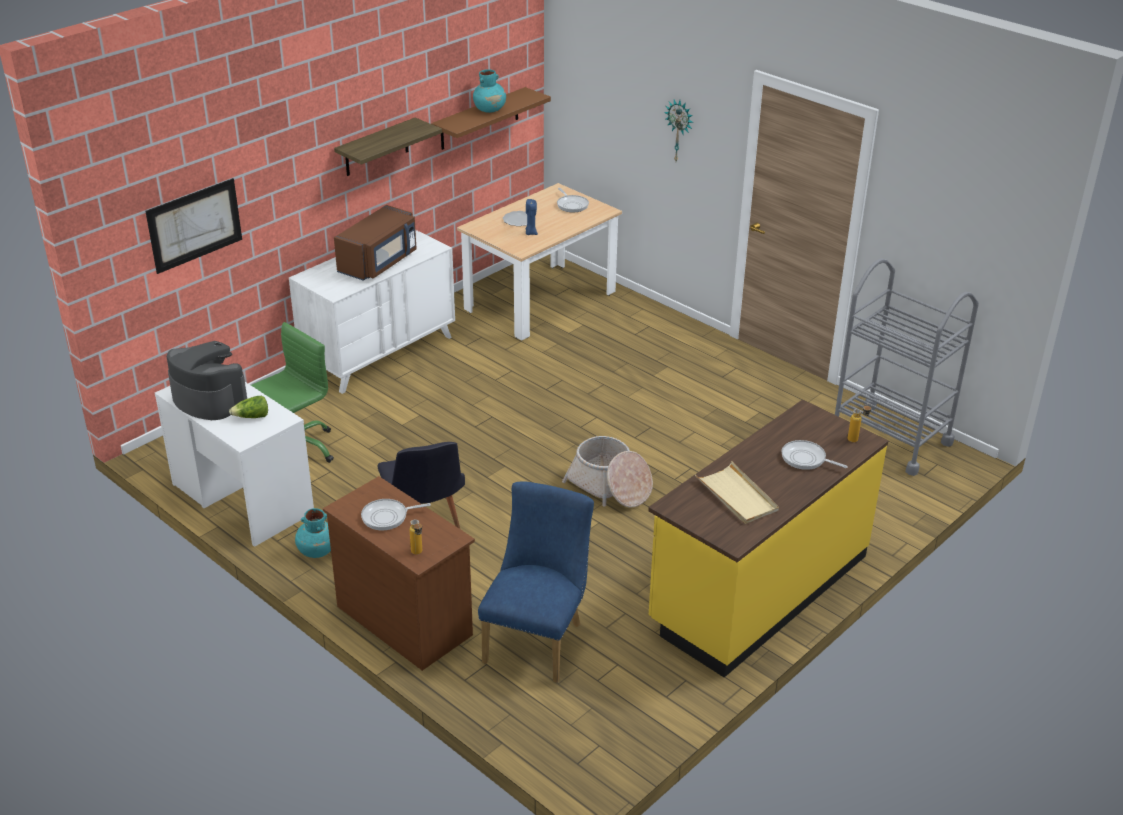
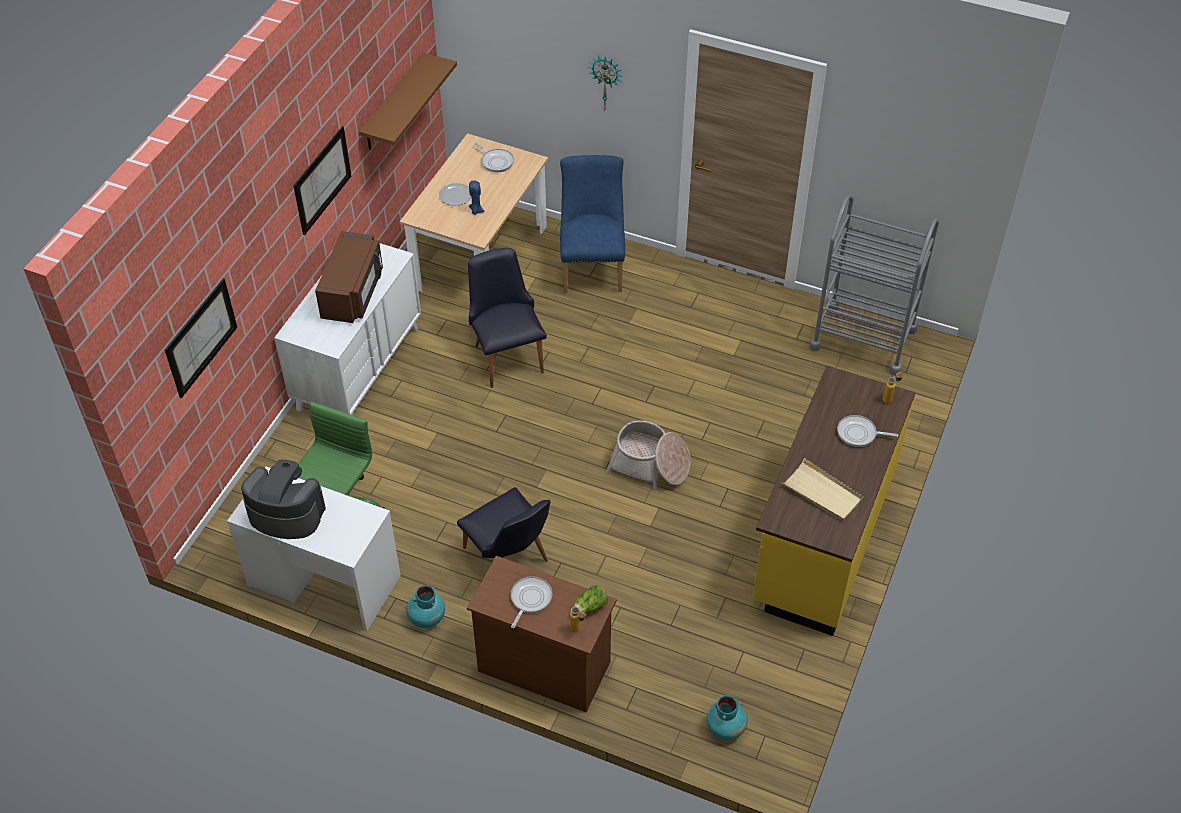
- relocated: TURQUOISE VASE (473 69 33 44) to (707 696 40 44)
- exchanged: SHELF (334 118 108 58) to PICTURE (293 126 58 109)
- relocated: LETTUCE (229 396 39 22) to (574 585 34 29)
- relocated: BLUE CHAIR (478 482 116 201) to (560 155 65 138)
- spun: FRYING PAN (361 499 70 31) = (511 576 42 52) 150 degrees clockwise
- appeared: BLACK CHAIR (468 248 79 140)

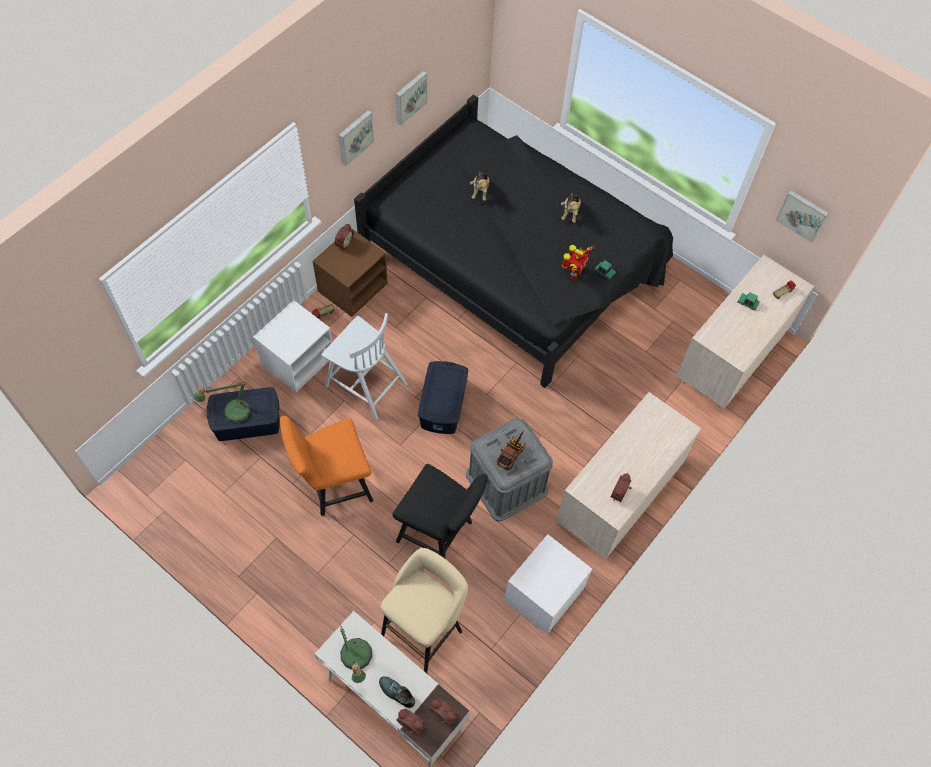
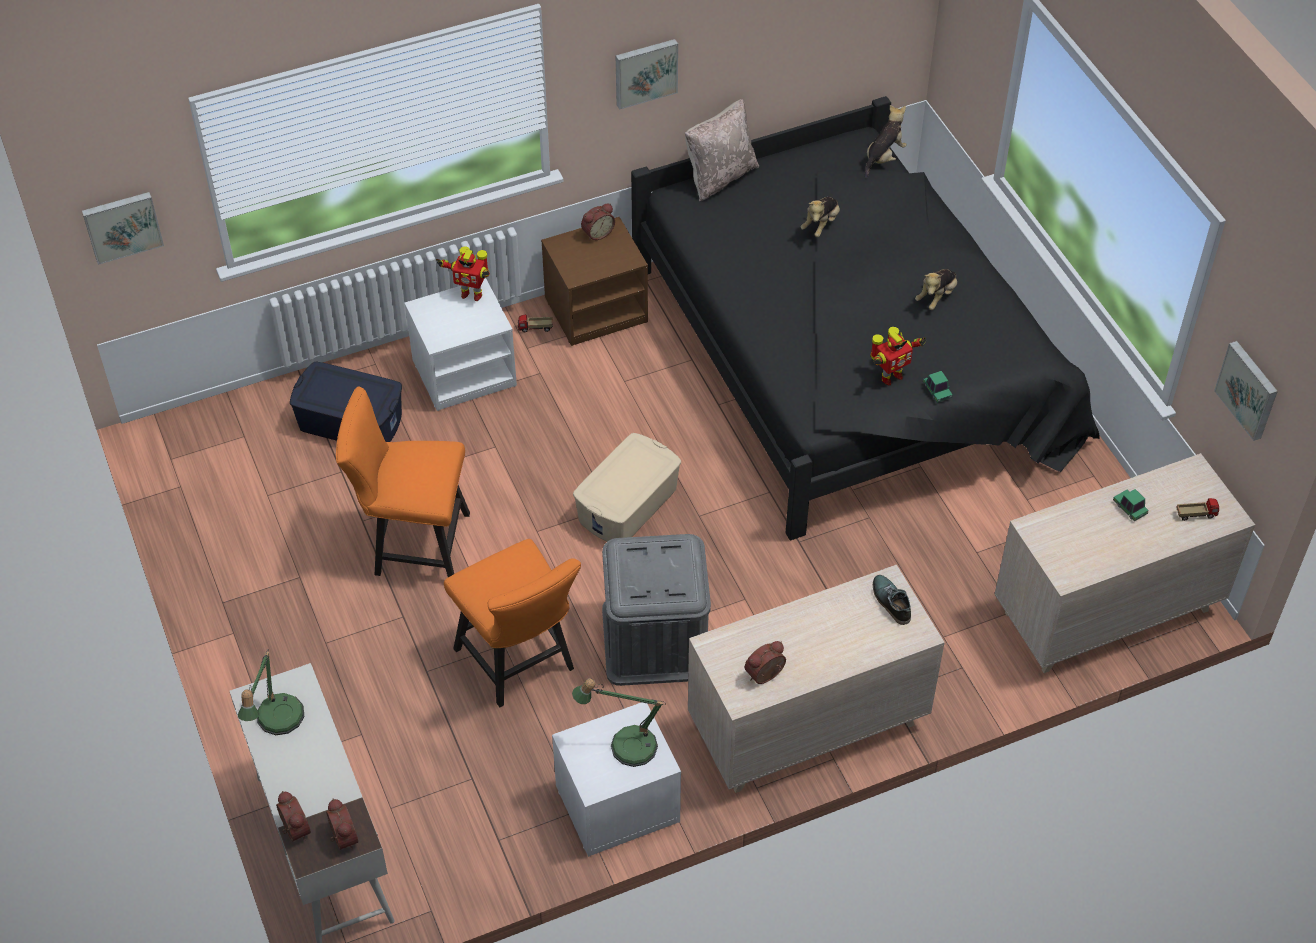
- relocated: PICTURE (396 71 31 55) to (82 192 82 73)
- missing: WHITE CHAIR (322 313 86 107)
- colour: BLUE STORAGE BOX (418 361 50 73) to BEIGE STORAGE BOX (573 433 108 109)
- relocated: TABLE LAMP (193 382 58 41) to (572 679 94 88)
- missing: TOY TRUCK (497 431 29 40)
- colour: BLACK CHAIR (392 464 96 95) to ORANGE CHAIR (444 539 137 168)
- missing: BEIGE STOOL (381 548 87 125)
- relocated: SHOE (379 676 36 32) to (873 575 38 50)
- appeared: BEIGE PILLOW (685 99 74 102)
- appeared: PLUSH TOY (865 105 42 73)
- appeared: TOY ROBOT (436 246 54 55)

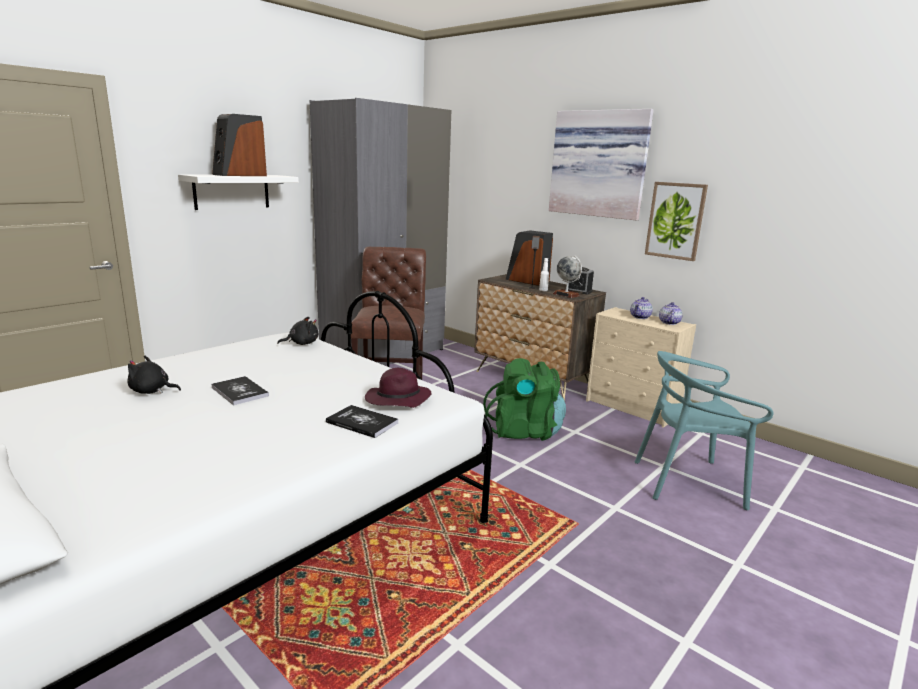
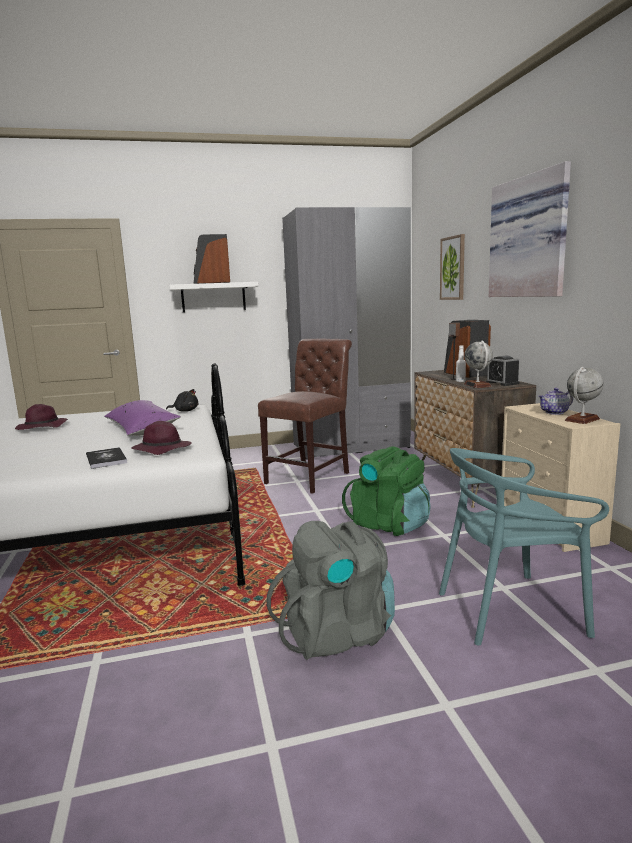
- relocated: PICTURE (645 182 63 79) to (440 234 25 66)
- exchanged: TEAPOT (659 302 24 23) to GLOBE (564 367 40 57)
- spun: TURQUOISE CHAIR (635 351 138 159) = (439 448 170 197) 45 degrees counterclockwise
- exchanged: BLACK PLUSH TOY (127 355 54 39) to PURPLE HAT (15 404 53 26)
- missing: BOOK (211 376 58 29)
- appeared: PURPLE PILLOW (104 400 77 36)
- appeared: GREY BACKPACK (267 521 128 139)

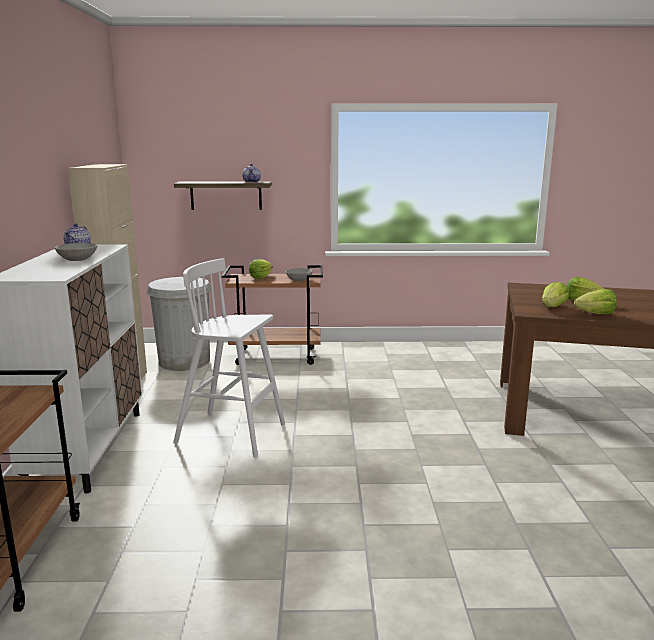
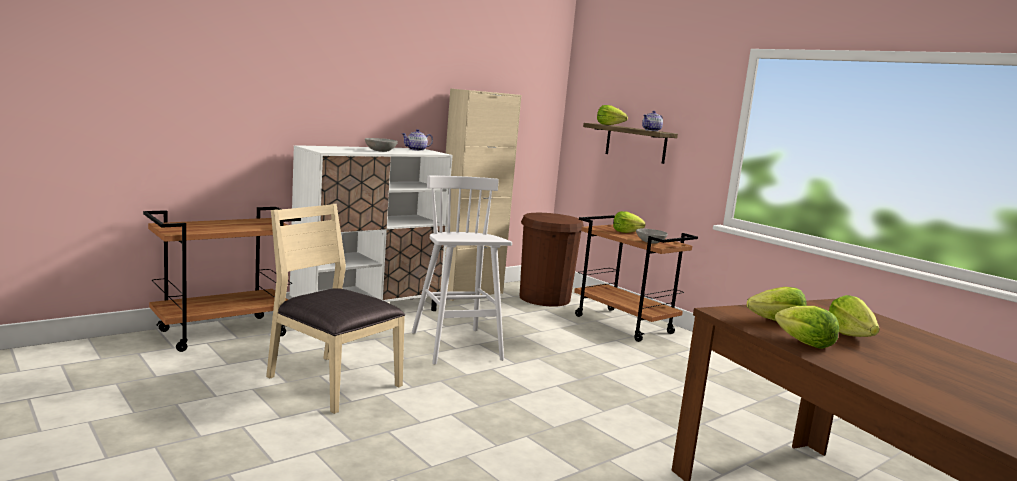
- colour: WHITE TRASH CAN (147 277 64 94) to BROWN TRASH CAN (520 213 64 94)
- appeared: LETTUCE (597 105 31 20)
- appeared: BEIGE CHAIR (266 204 139 210)

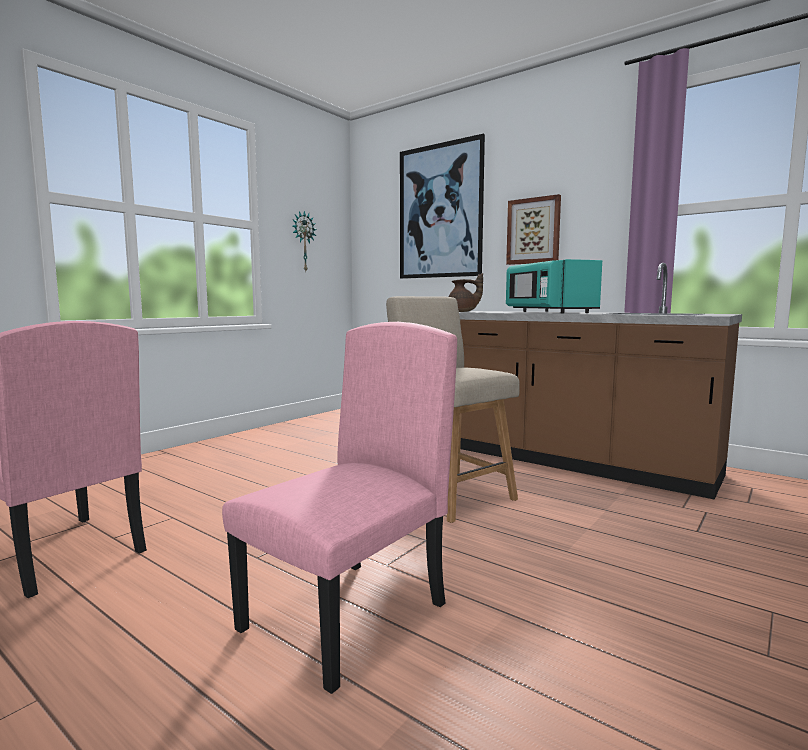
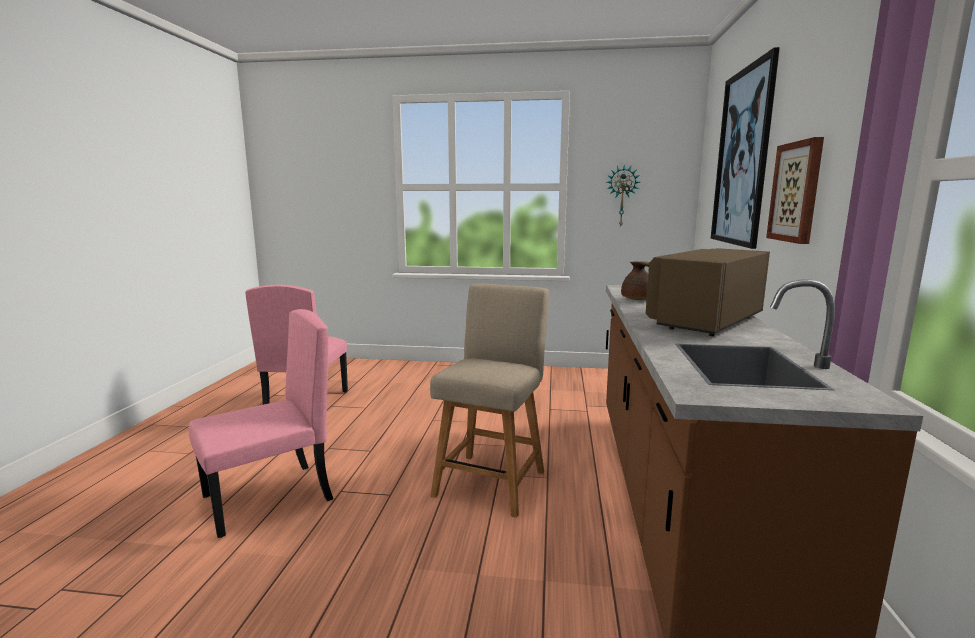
- colour: TURQUOISE MICROWAVE (506 259 96 54) to BROWN MICROWAVE (646 248 124 88)
- spun: PINK CHAIR (222 322 235 372) = (189 309 144 229) 45 degrees counterclockwise

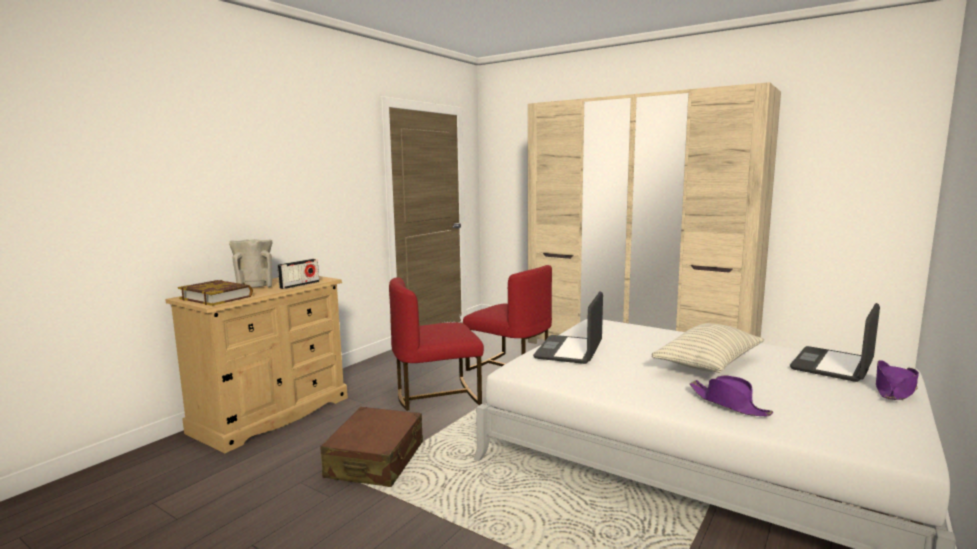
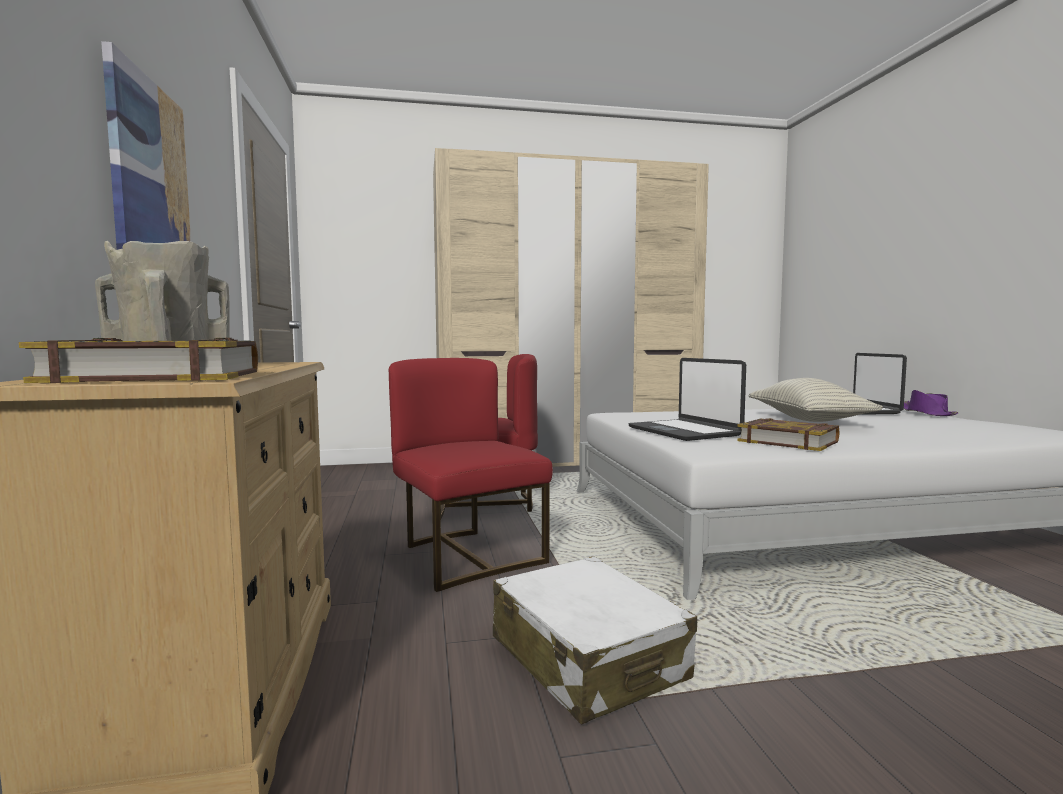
- missing: RADIO (277 259 42 30)
- spun: RED CHAIR (389 277 95 134) = (389 358 164 234) 120 degrees clockwise
- missing: PURPLE HAT (690 375 83 41)
- colour: BROWN SUITCASE (320 407 103 80) to WHITE SUITCASE (493 556 204 168)
- appeared: PICTURE (101 41 90 209)
- appeared: BOOK (737 418 103 33)

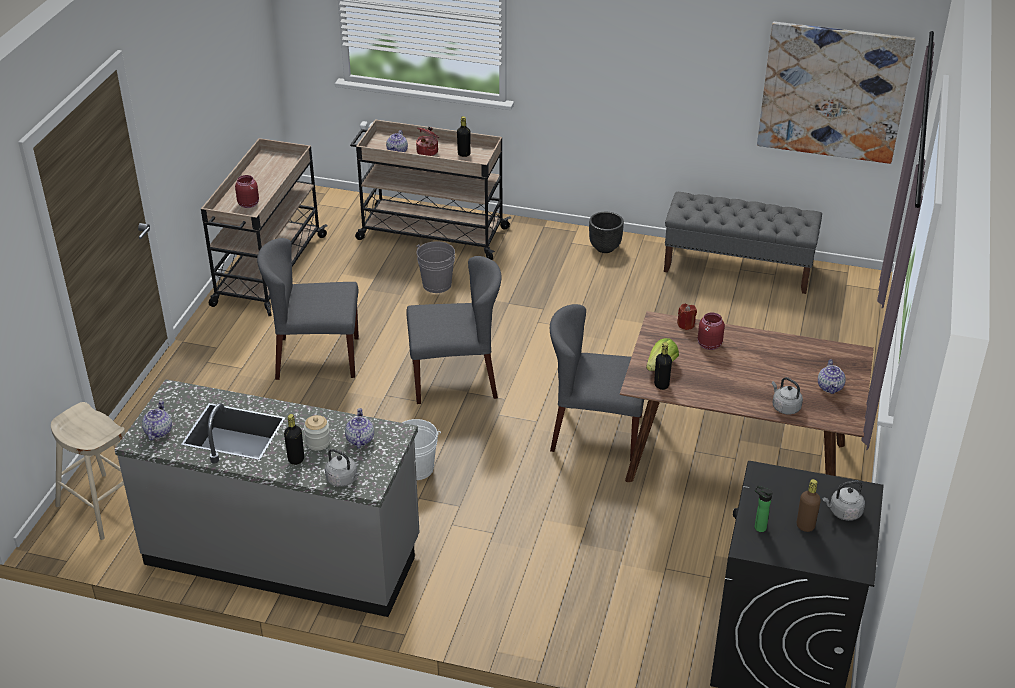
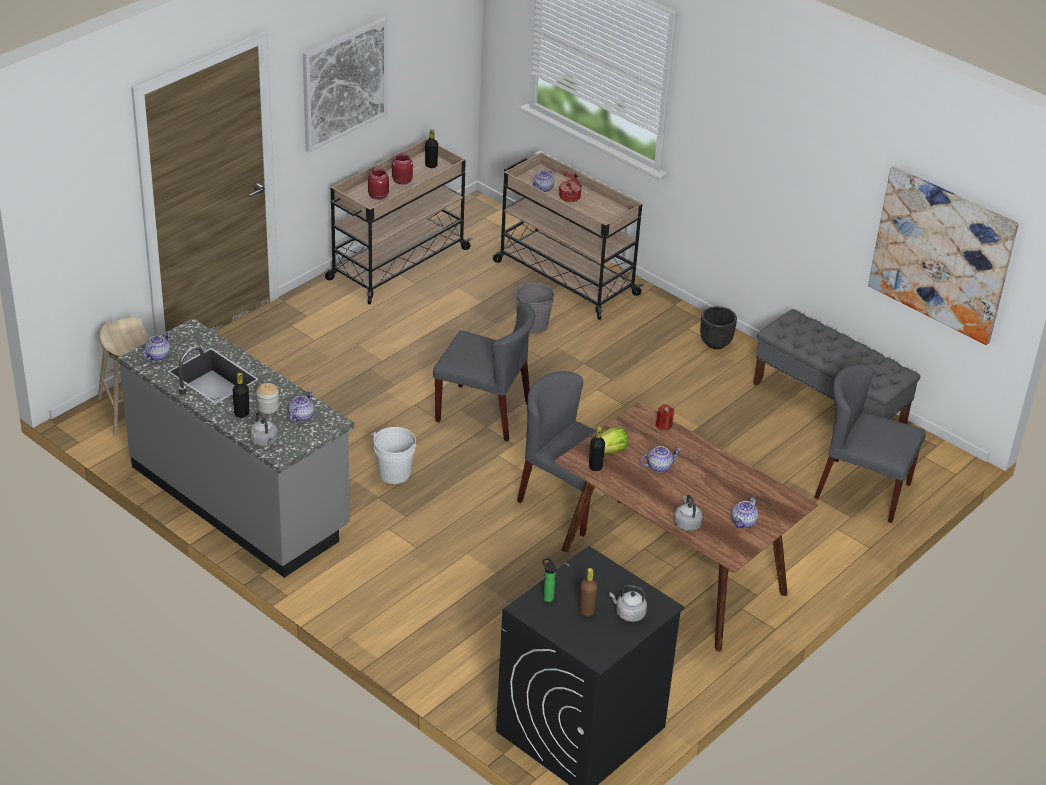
- relocated: BLACK BOTTLE (457 116 14 41) to (425 129 13 39)
- relocated: GREY CHAIR (257 238 102 142) to (814 364 112 159)
- relocated: RED JAR (698 312 27 38) to (392 154 21 31)
- appeared: PICTURE (303 17 84 136)
- appeared: TEAPOT (640 446 41 27)

